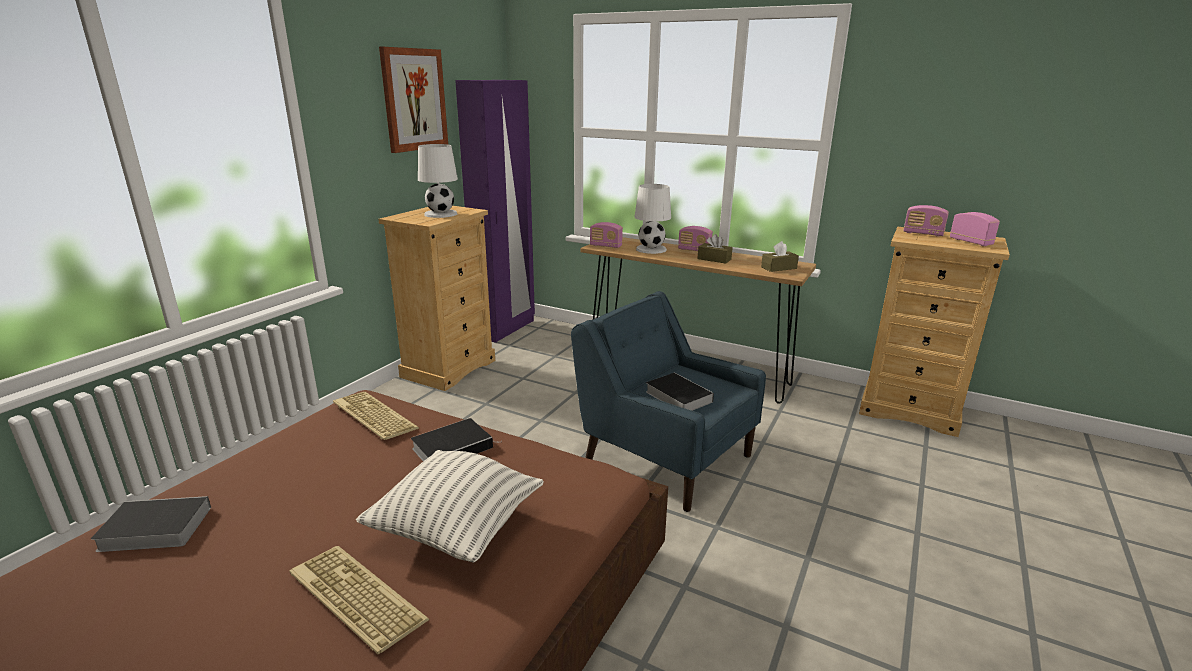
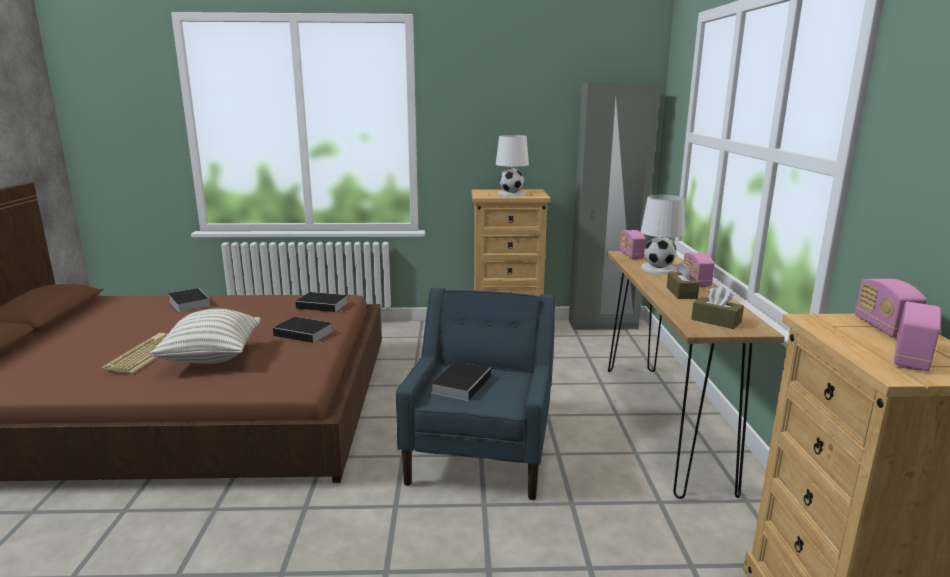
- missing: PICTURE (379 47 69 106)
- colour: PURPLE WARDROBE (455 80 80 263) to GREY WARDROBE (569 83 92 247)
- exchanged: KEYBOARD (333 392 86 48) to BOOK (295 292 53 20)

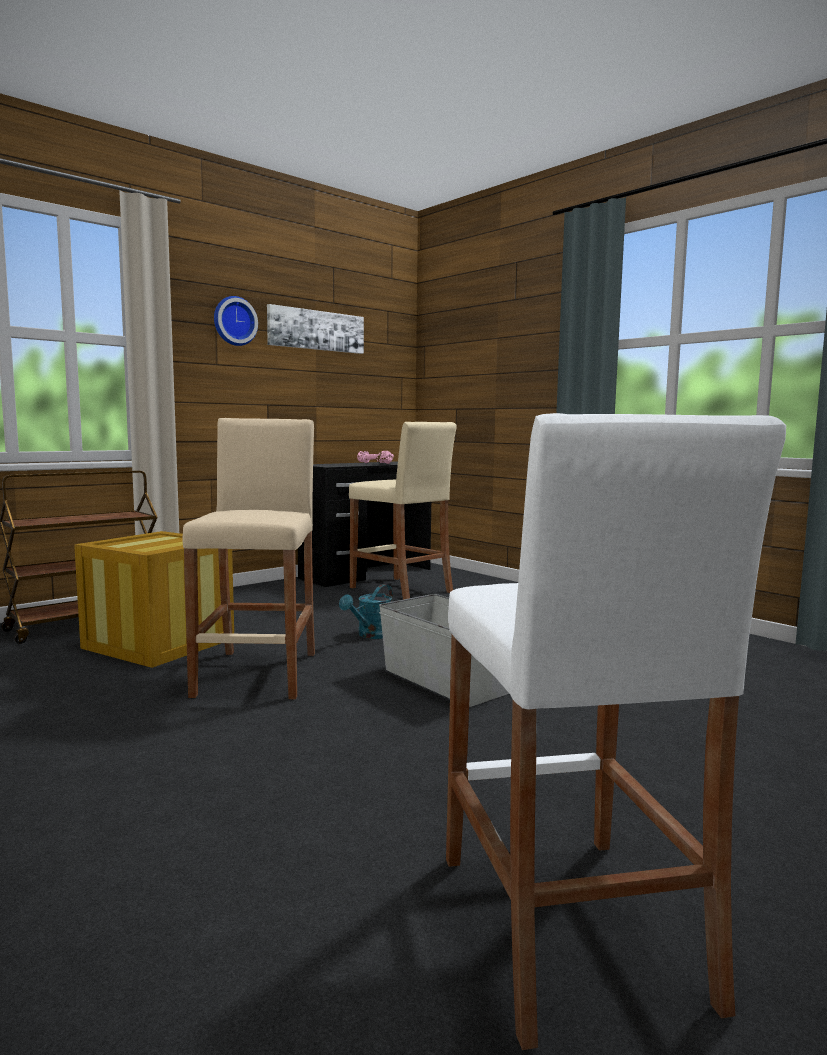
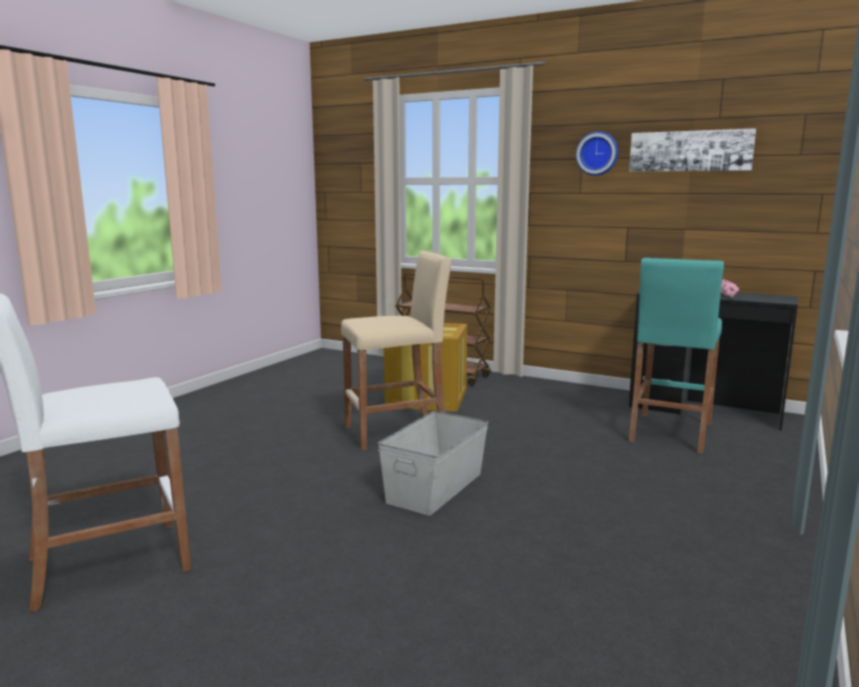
- colour: BEIGE STOOL (349 422 107 178) to TURQUOISE STOOL (629 258 95 196)
- missing: TURQUOISE WATERING CAN (339 584 54 55)

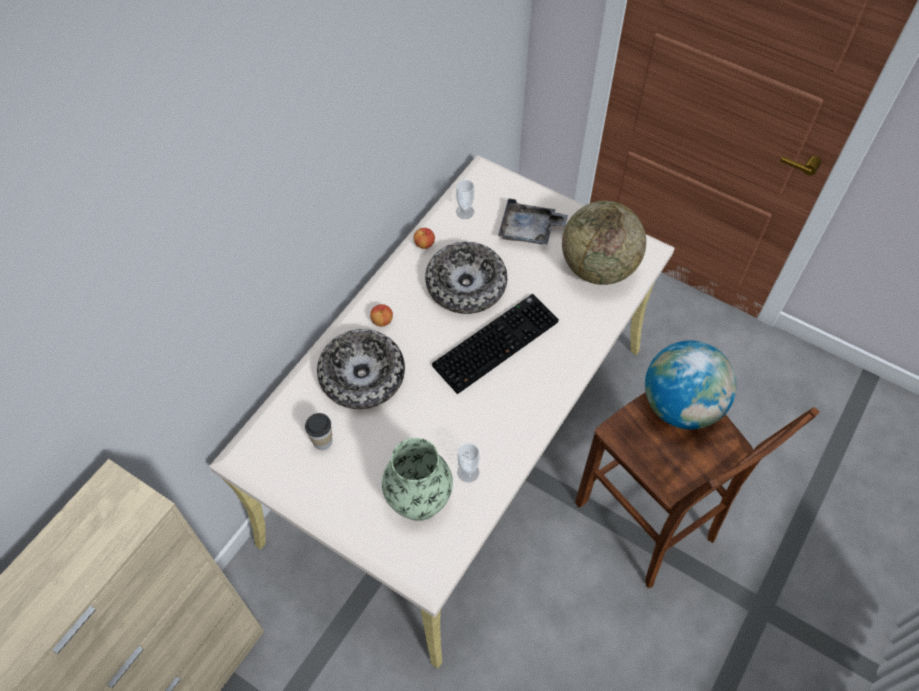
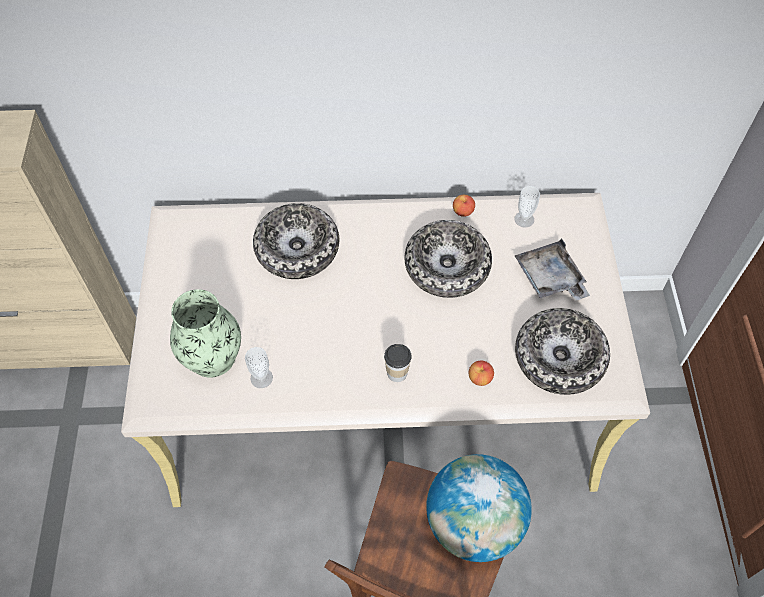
- exchanged: GLOBE (562 201 84 84) to BOWL (515 308 95 87)
- missing: KEYBOARD (432 294 127 100)
- relocated: APPLE (370 304 23 23) to (469 361 25 25)
- relocated: CUP (305 413 27 37) to (384 344 27 38)

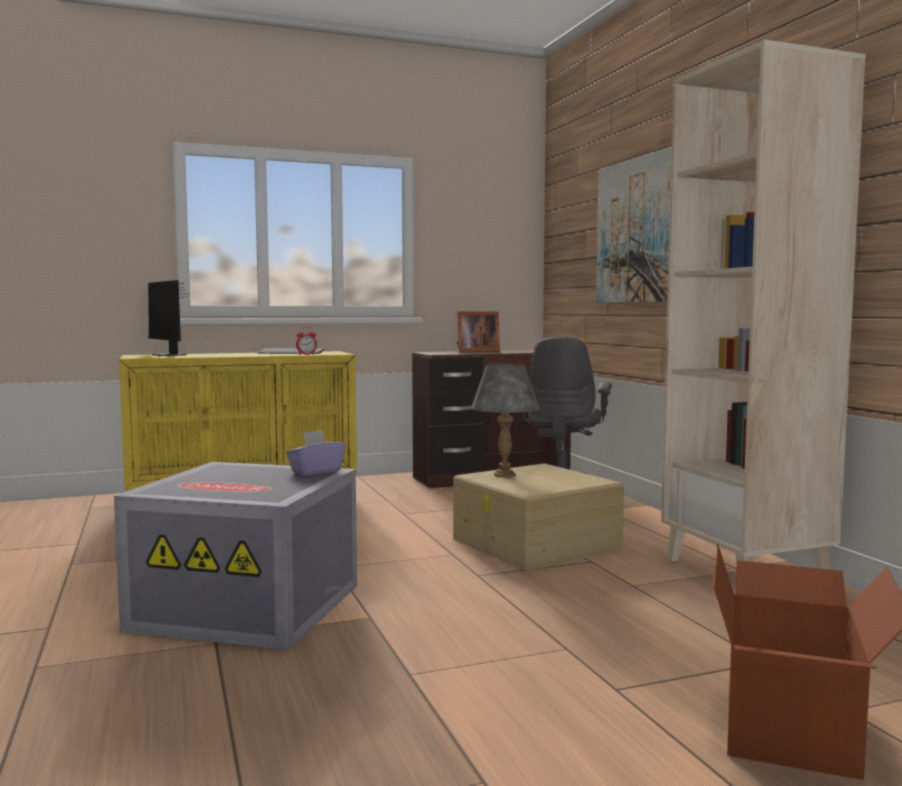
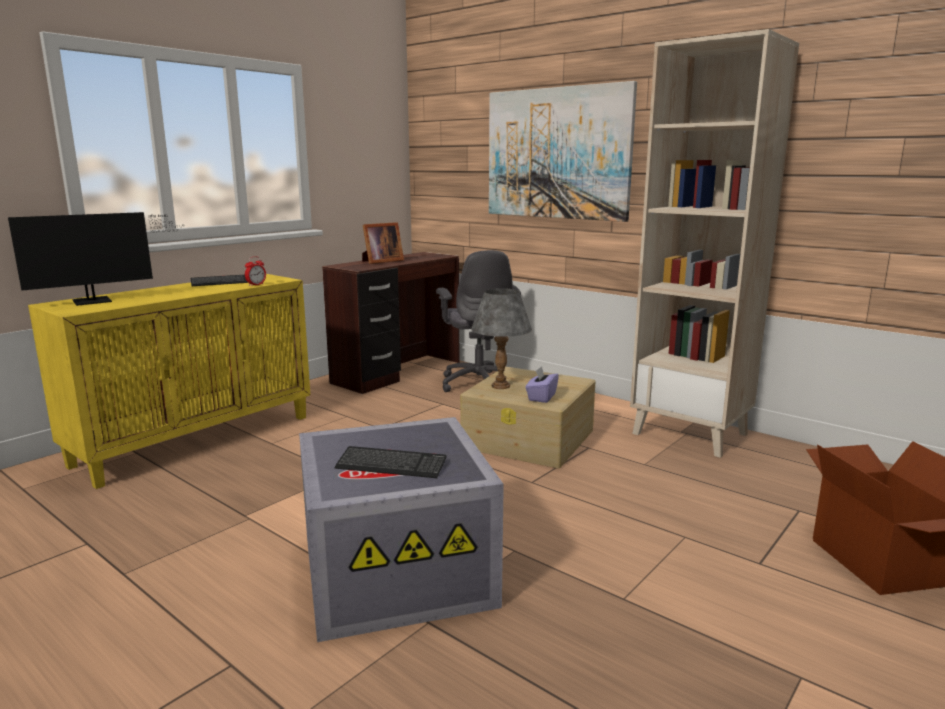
- spun: MONITOR (148 280 39 76) = (8 212 177 94) 60 degrees counterclockwise
- relocated: PURPLE TISSUE BOX (286 430 60 45) to (526 366 33 37)
- appeared: KEYBOARD (335 446 112 32)

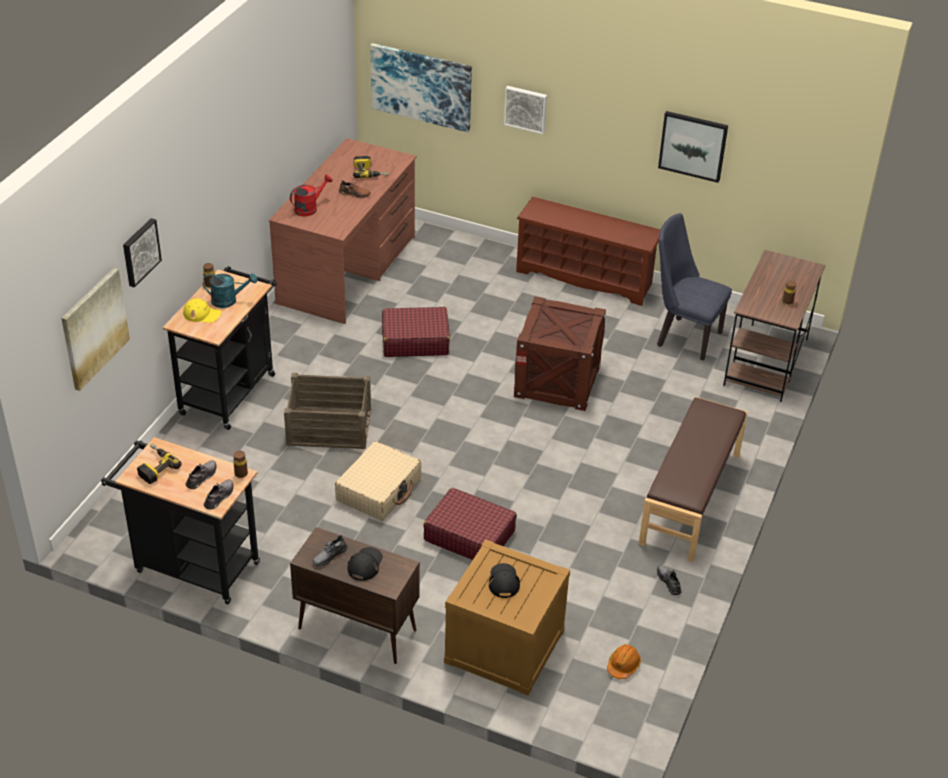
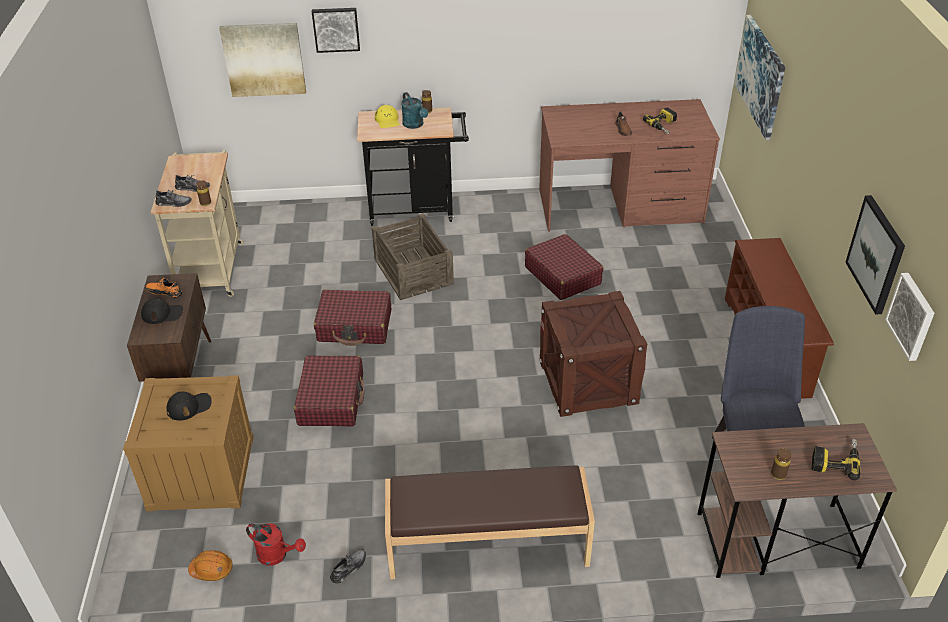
- relocated: PICTURE (504 86 43 48) to (885 273 50 88)
- relocated: RED WATERING CAN (290 174 43 42) to (246 523 60 43)
- colour: BLACK CART (101 437 159 167) to BEIGE CART (151 150 93 147)
- colour: BEIGE SUITCASE (335 441 86 80) to RED SUITCASE (314 290 77 56)
- relocated: POWER DRILL (137 443 44 41) to (812 439 48 41)
- colour: GREY SHOE (313 535 35 31) to ORANGE SHOE (146 278 36 20)

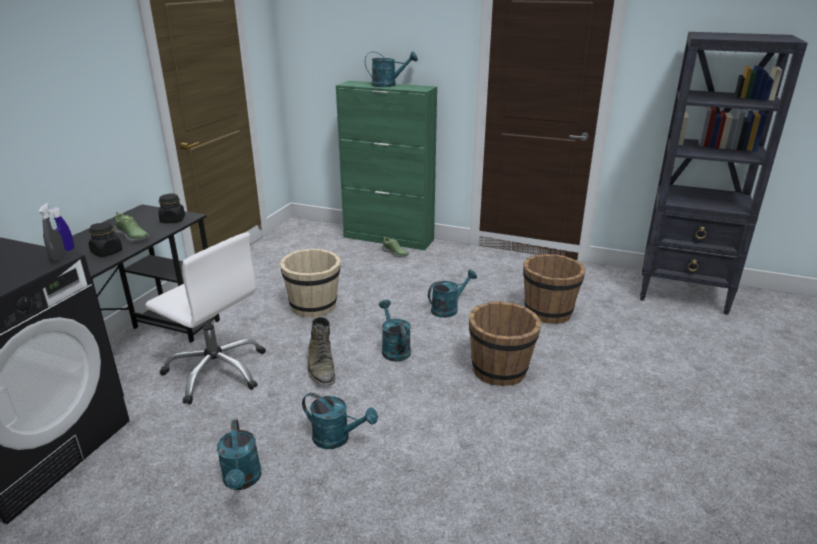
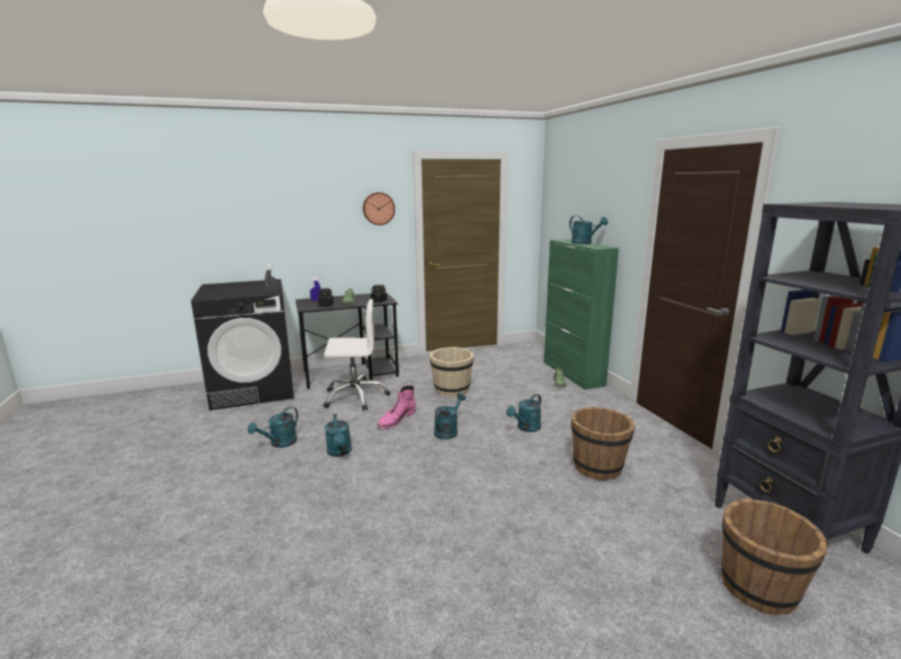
- spun: WHITE OFFICE CHAIR (146 232 120 172) = (323 299 68 112) 90 degrees counterclockwise
- spun: TURQUOISE WATERING CAN (428 270 49 48) = (506 394 35 38) 120 degrees clockwise
- relocated: BROWN BUCKET (469 301 72 85) to (721 498 107 118)
- colour: GREEN BOOT (308 317 27 69) to PINK BOOT (377 385 39 44)
- appeared: WALL CLOCK (363 192 32 33)

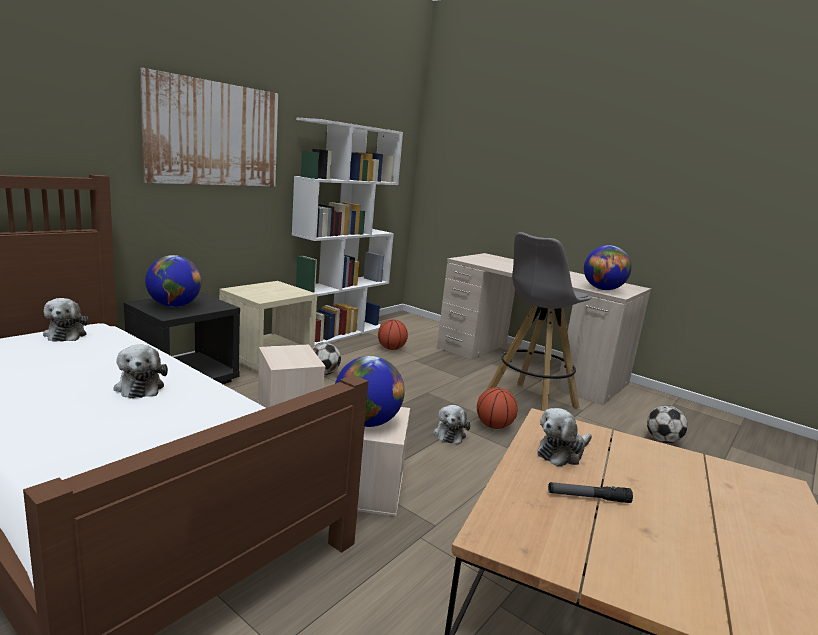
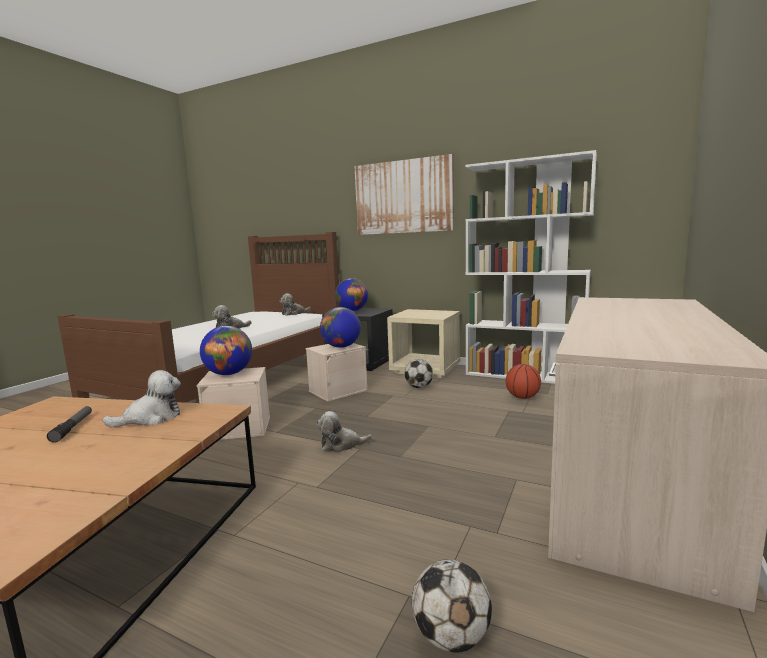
- missing: GREY STOOL (486 232 106 179)
- relocated: GLOBE (584 245 48 45) to (320 307 41 41)
- missing: BASKETBALL (477 387 41 42)
- spun: PLUSH TOY (537 408 55 59) = (102 370 79 57) 105 degrees clockwise

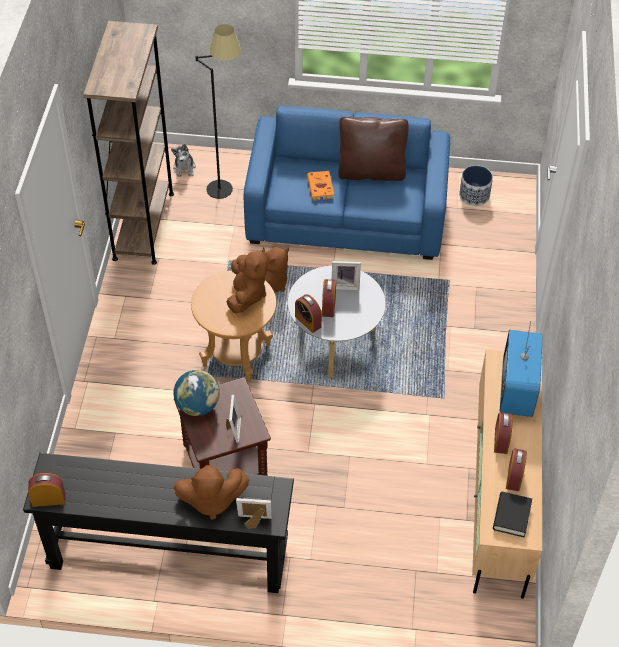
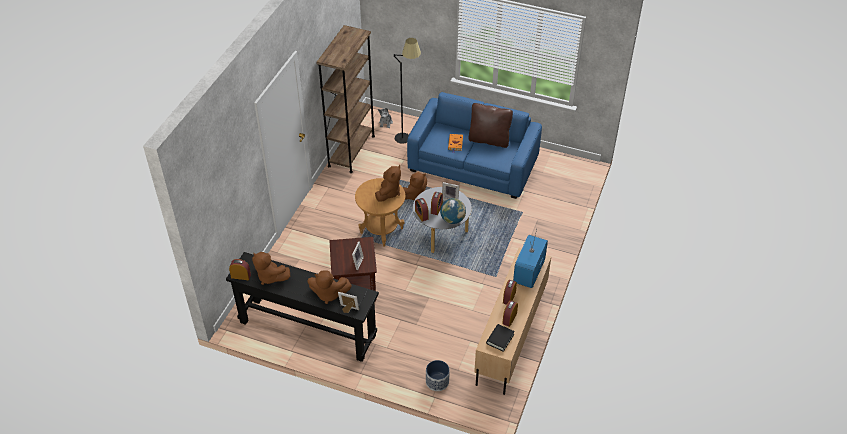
- relocated: PLANTER (459 165 34 41) to (426 360 24 31)
- relocated: GLOBE (174 370 46 46) to (440 198 26 26)
- appeared: BROWN PLUSH TOY (252 252 38 33)

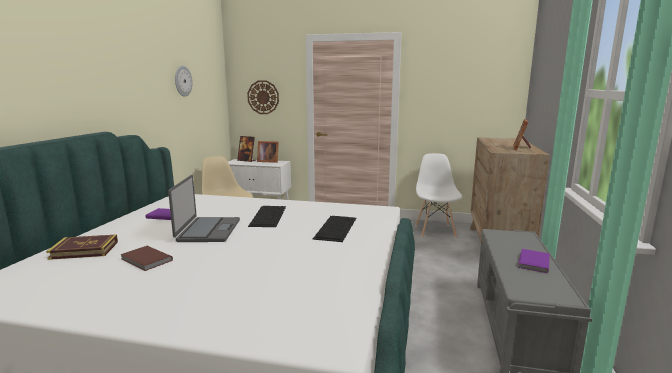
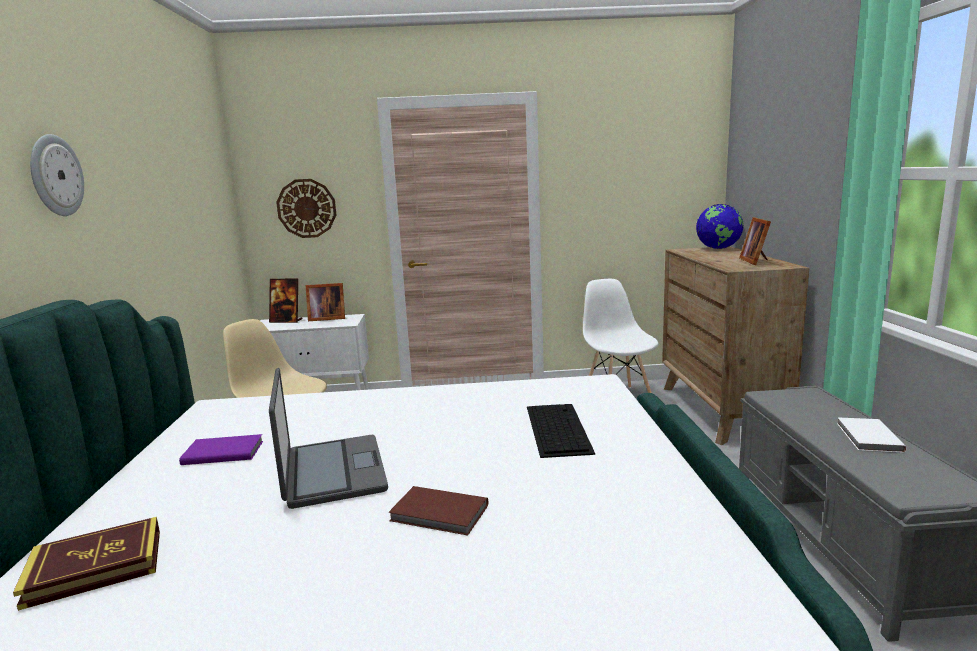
- relocated: WALL CLOCK (175 66 18 31) to (30 134 54 82)
- missing: KEYBOARD (248 206 38 21)
- relocated: BROWN BOOK (120 246 53 25) to (388 486 100 50)
- colour: PURPLE BOOK (518 249 32 24) to WHITE BOOK (837 417 69 36)
- appeared: GLOBE (696 204 48 45)

